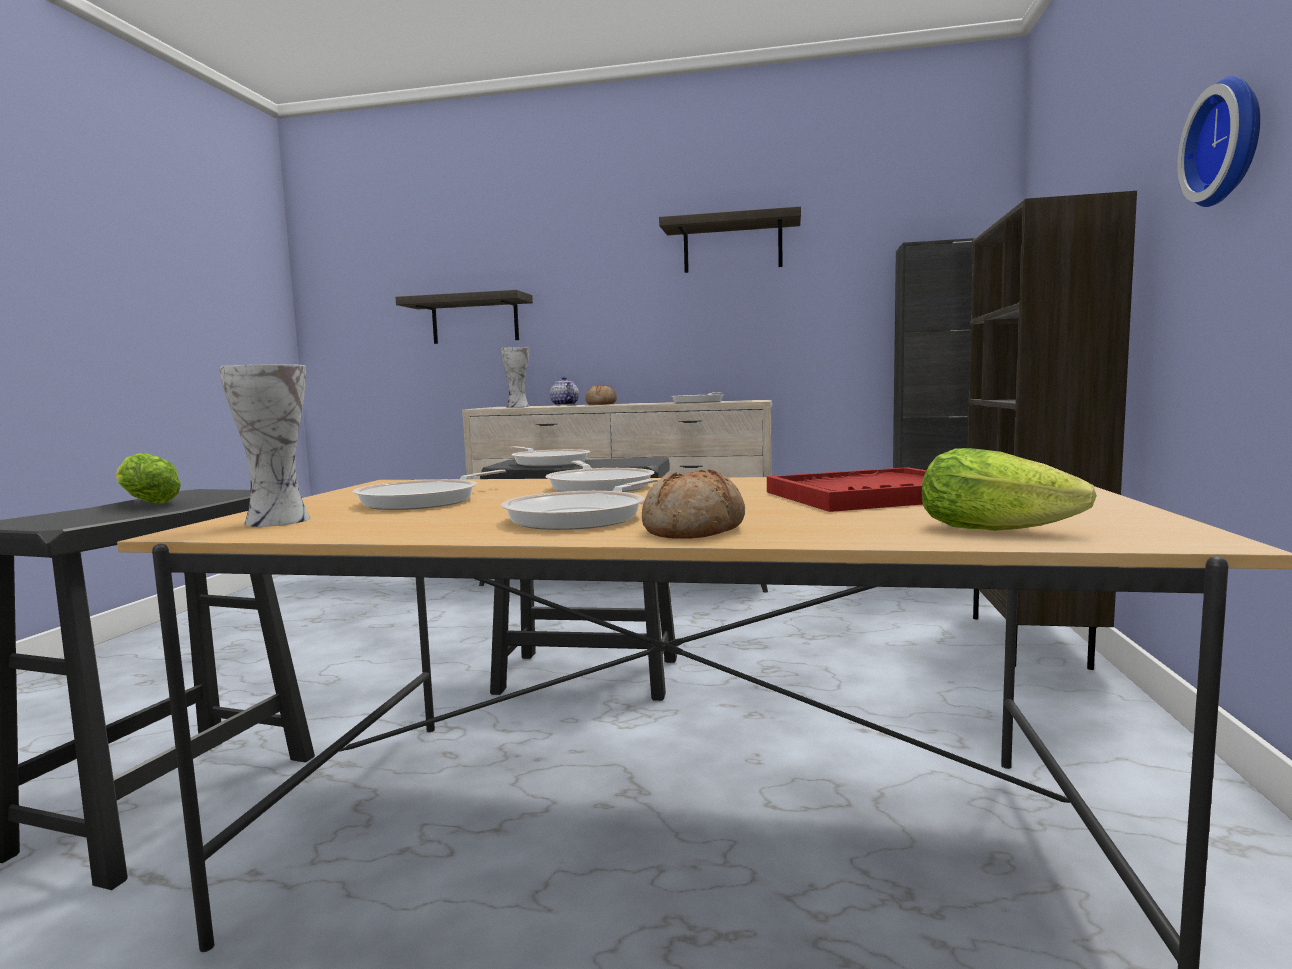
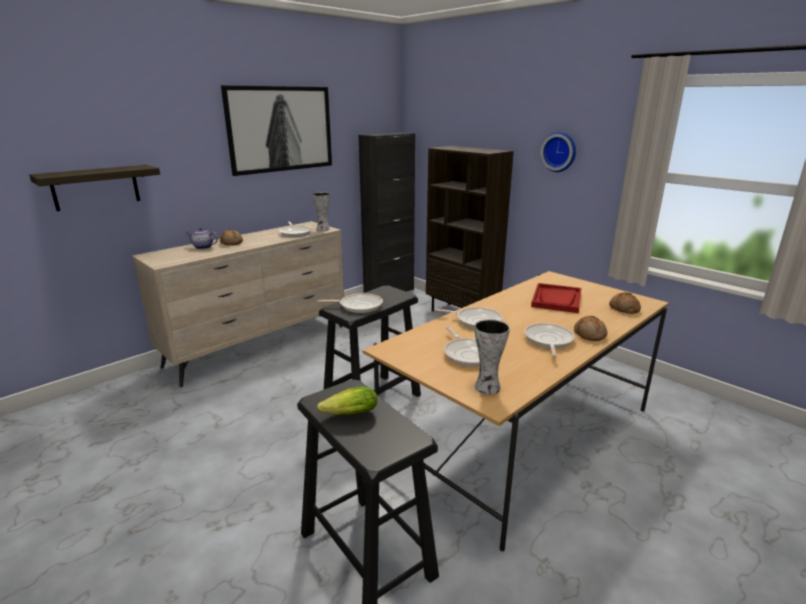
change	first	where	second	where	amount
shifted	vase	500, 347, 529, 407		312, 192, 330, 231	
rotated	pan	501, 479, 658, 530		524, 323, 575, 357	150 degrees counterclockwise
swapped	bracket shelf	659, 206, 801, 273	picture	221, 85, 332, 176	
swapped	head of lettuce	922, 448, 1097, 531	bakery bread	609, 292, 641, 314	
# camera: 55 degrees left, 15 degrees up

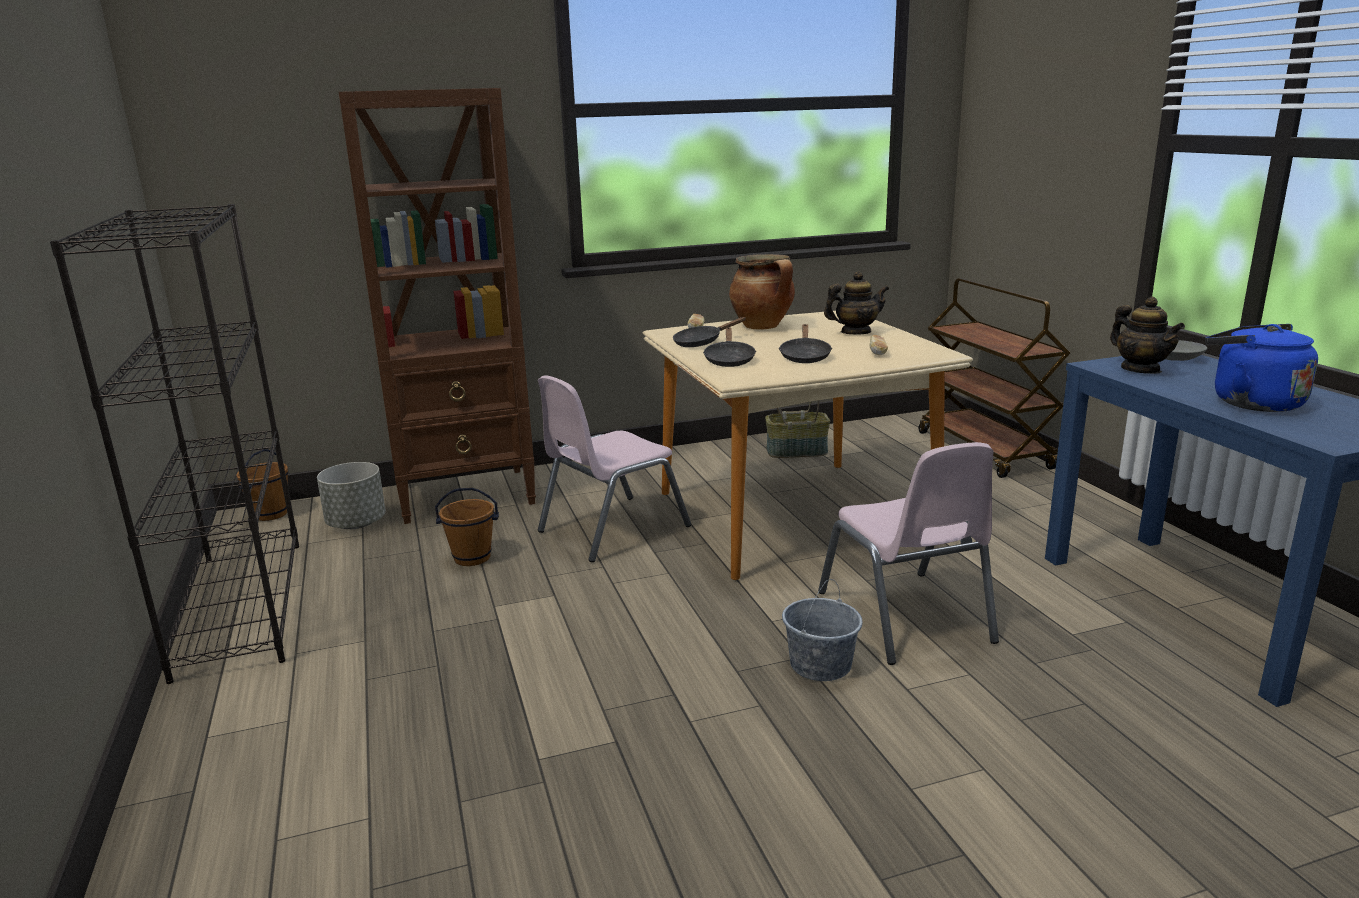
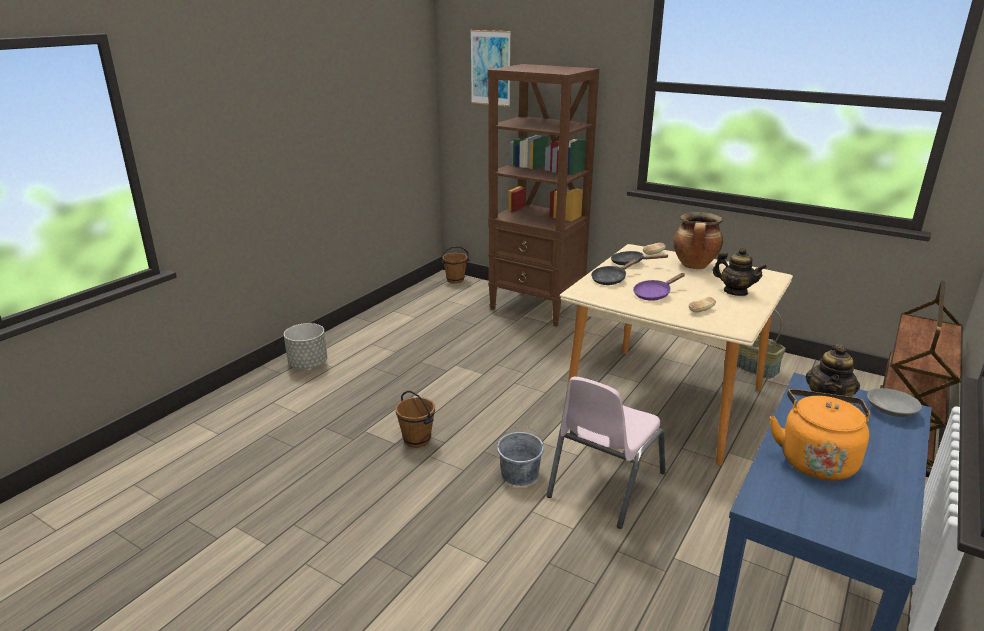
change	first	where	second	where	amount
gone	black-coloured bookcase	50, 204, 299, 684			
shifted	grey plant pot	317, 462, 386, 529		284, 323, 327, 369	
shifted	brown pail	435, 488, 499, 566		396, 391, 435, 448	
gone	pinkish upright chair	538, 375, 691, 562			
repainted	black-coloured pan	779, 324, 832, 363	purplish pan	633, 273, 685, 301	
repainted	bluish tea kettle	1205, 324, 1318, 412	orangey tea kettle	770, 389, 870, 481	
new			picture	470, 30, 511, 107	
# camera: 50 degrees right, 5 degrees up

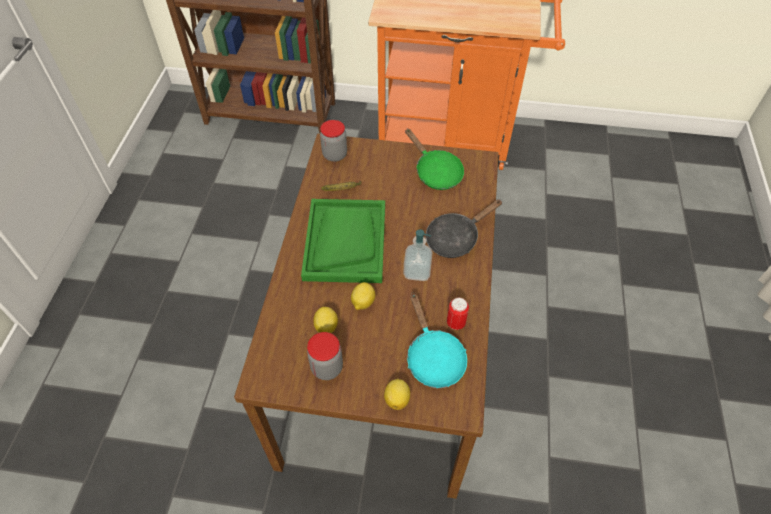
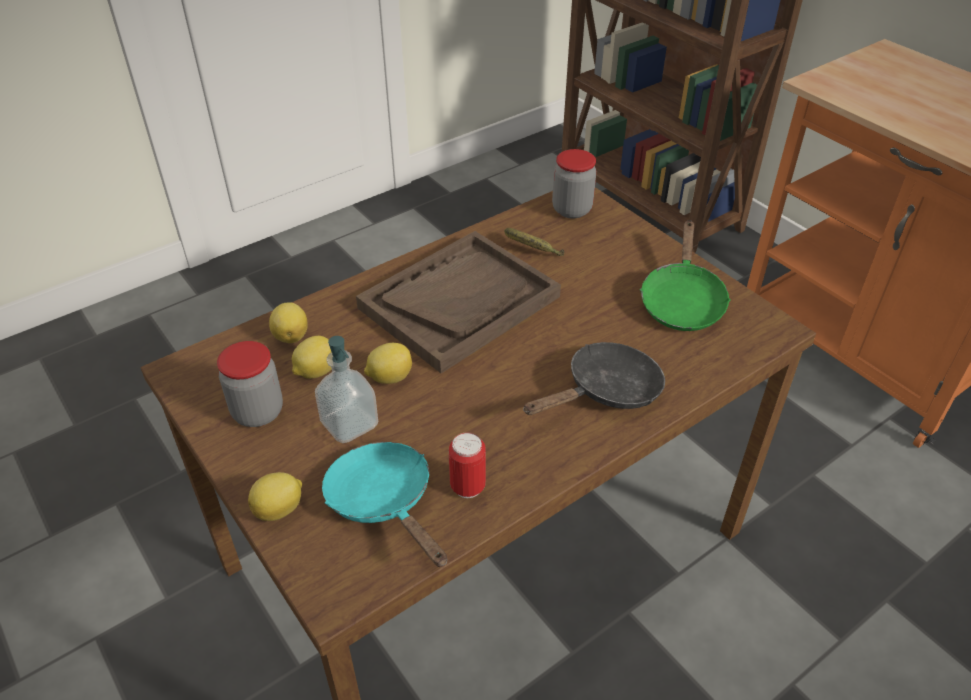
change	first	where	second	where	amount
repainted	greenish serving tray	301, 199, 385, 283	brown serving tray	356, 231, 561, 373	
shifted	soap dispenser	403, 229, 433, 281		315, 336, 378, 443	
rotated	turquoise pan	407, 292, 467, 388		322, 442, 447, 567	120 degrees clockwise
rotated	black-coloured pan	426, 199, 503, 258		523, 342, 665, 415	135 degrees clockwise
new			whole lemon	269, 302, 308, 343	
# camera: 45 degrees right, 10 degrees down

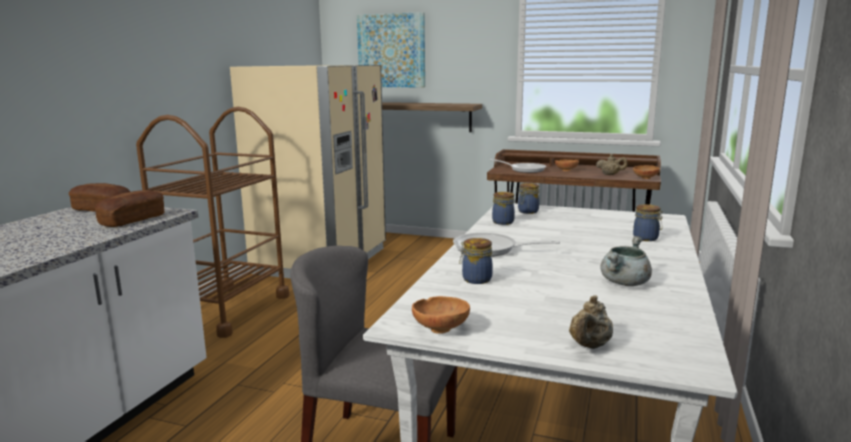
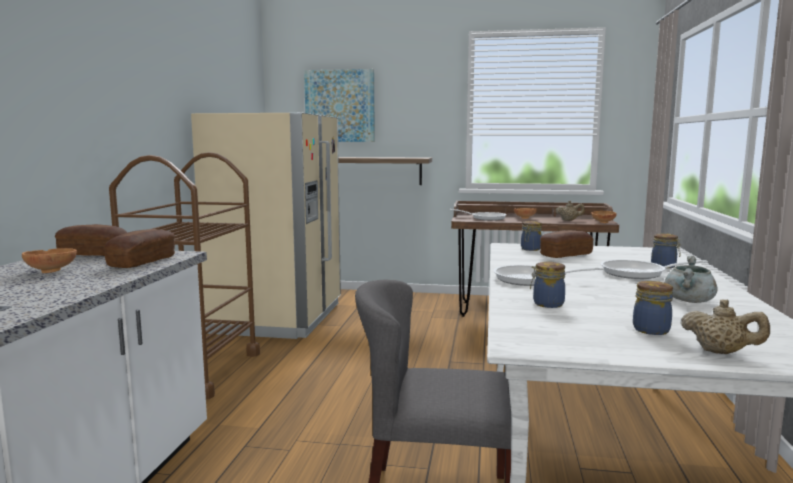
change	first	where	second	where	amount
shifted	brown bowl	412, 296, 470, 334		22, 248, 77, 273	
shifted	storage jar	492, 192, 515, 225		633, 281, 673, 335	
rotated	sand-coloured teapot	569, 295, 613, 349		681, 299, 770, 354	75 degrees counterclockwise
new			bakery bread	540, 230, 593, 258	
new			pan	601, 260, 708, 279	
# camera: 10 degrees left, 5 degrees down

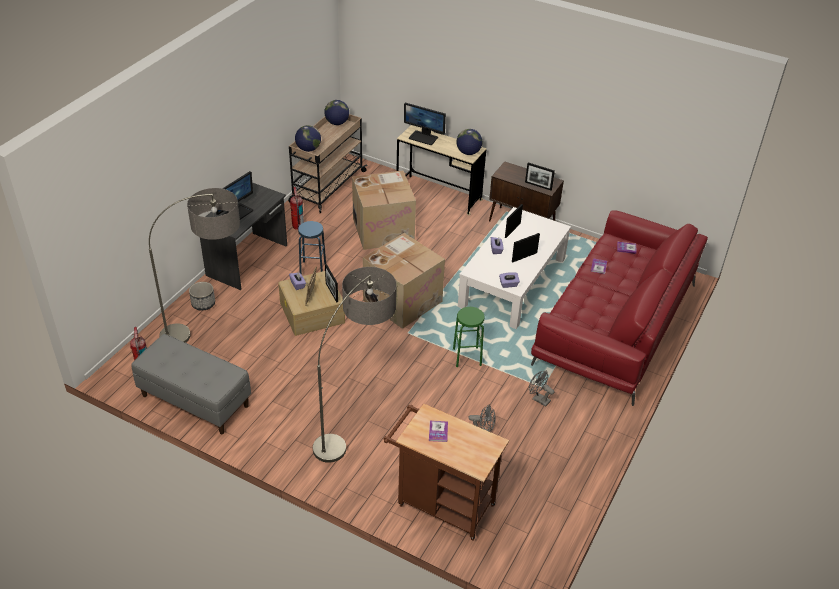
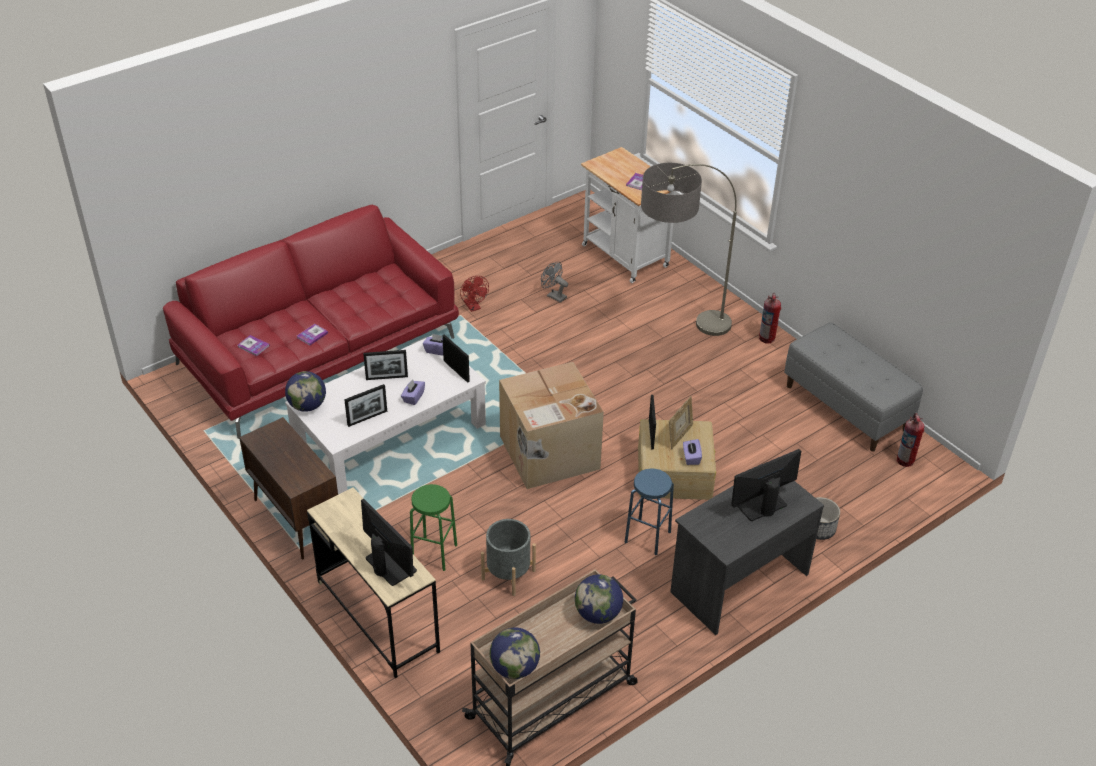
change	first	where	second	where	amount
gone	standing lamp	149, 188, 240, 343			
shifted	extinguisher	290, 187, 304, 230		759, 293, 781, 344	
swapped	packing box	352, 170, 416, 250	grey plant pot	481, 519, 536, 596	
repainted	brown wheeled cart	384, 404, 509, 541	whitish wheeled cart	581, 147, 682, 283	
shifted	greenish stool seat	453, 307, 485, 367		410, 484, 457, 571	
shifted	globe	456, 129, 482, 155		285, 371, 326, 412	
shifted	picture frame	525, 162, 555, 190		442, 334, 470, 383	
repainted	grey fan	529, 371, 554, 407	red fan	460, 276, 489, 312	
# camera: 155 degrees left, 0 degrees up

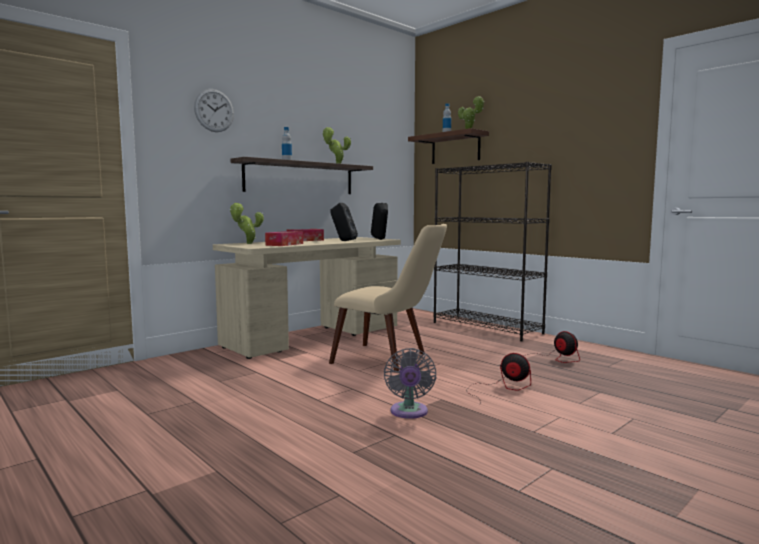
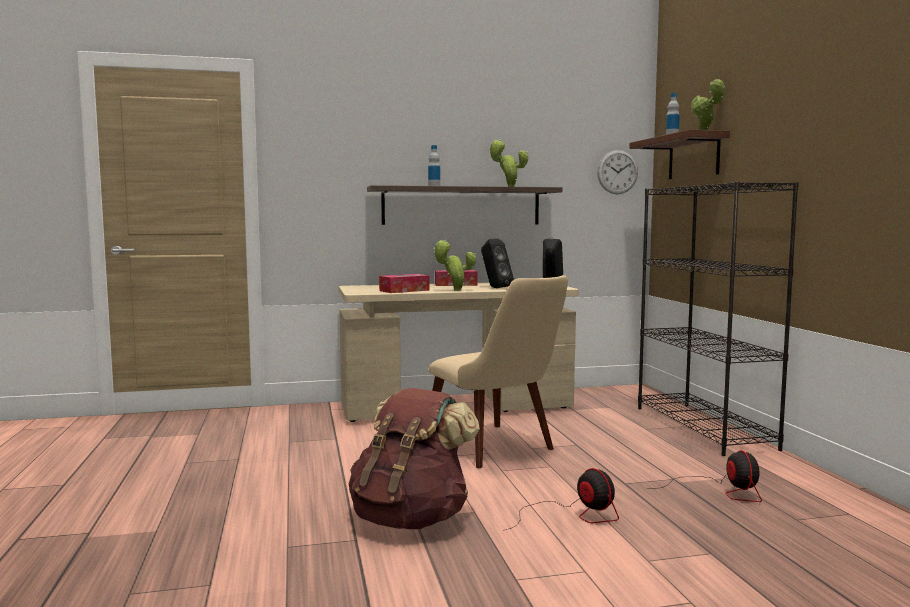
change	first	where	second	where	amount
shifted	clock on the wall	194, 89, 234, 132		597, 150, 638, 194	
shifted	potted plant	230, 202, 264, 244		433, 240, 476, 291	
swapped	grey fan	384, 348, 436, 419	brown backpack	349, 388, 480, 529	
# camera: 30 degrees right, 0 degrees up

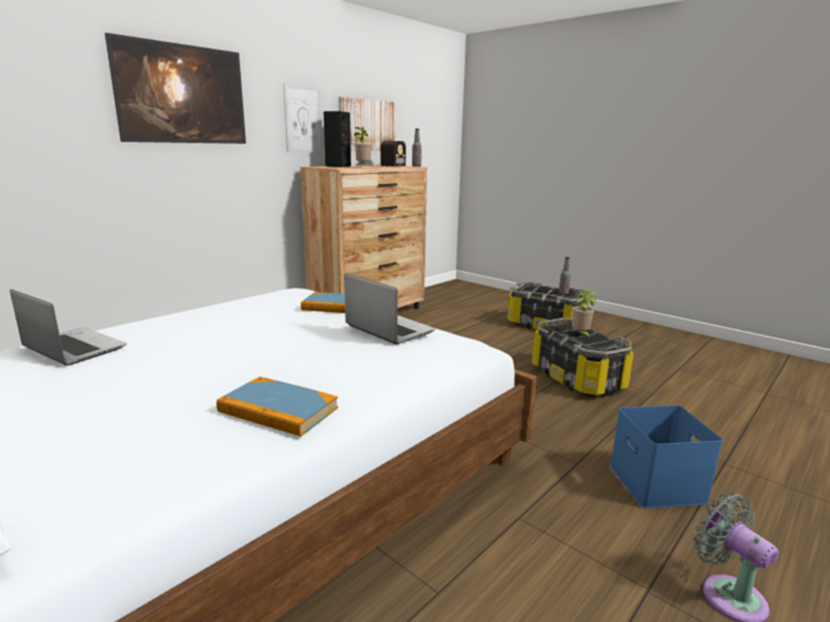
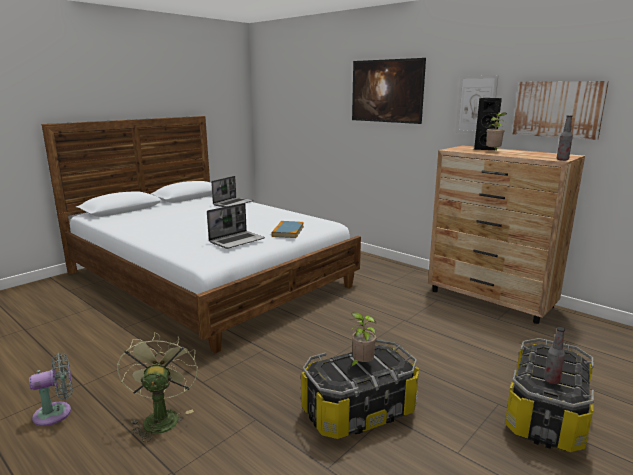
change	first	where	second	where	amount
gone	volume	216, 377, 338, 437			
gone	radio set	367, 141, 406, 167			
swapped	bluish storage box	610, 405, 723, 508	greenish fan	117, 332, 198, 442	
# camera: 90 degrees right, 0 degrees up

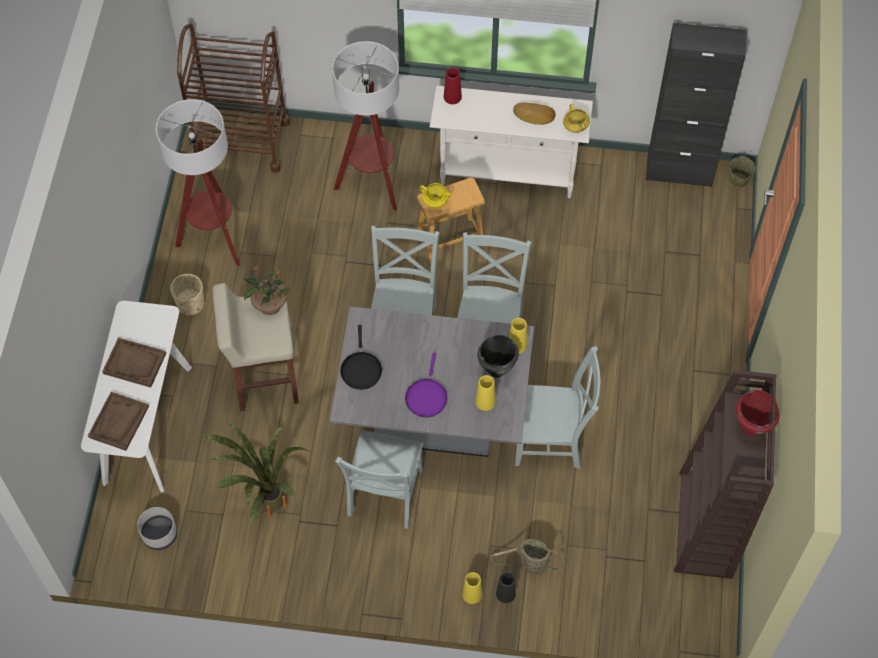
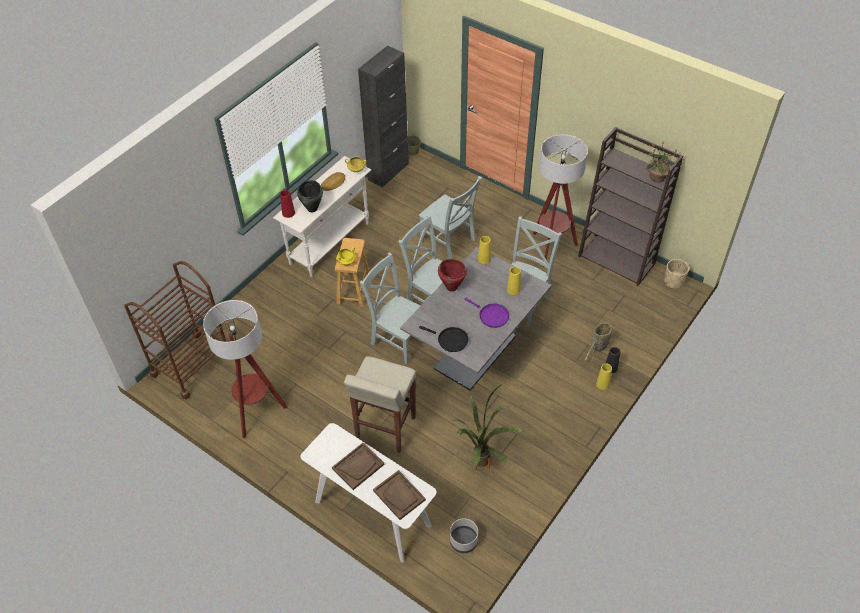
change	first	where	second	where	amount
shifted	sand-coloured plant pot	170, 274, 205, 316		664, 259, 689, 289	
shifted	potted plant	242, 261, 290, 315		645, 141, 678, 183	
shifted	standing lamp	332, 41, 399, 211		533, 134, 588, 267	
shifted	grey upright chair	335, 430, 423, 529		419, 176, 482, 259	
shifted	black-coloured stockpot	477, 335, 519, 377		297, 180, 323, 212	
shifted	red stockpot	736, 390, 780, 436		438, 259, 467, 291	
# camera: 60 degrees left, 10 degrees down

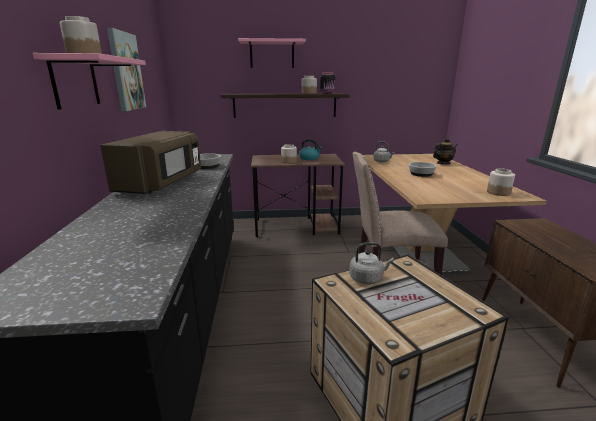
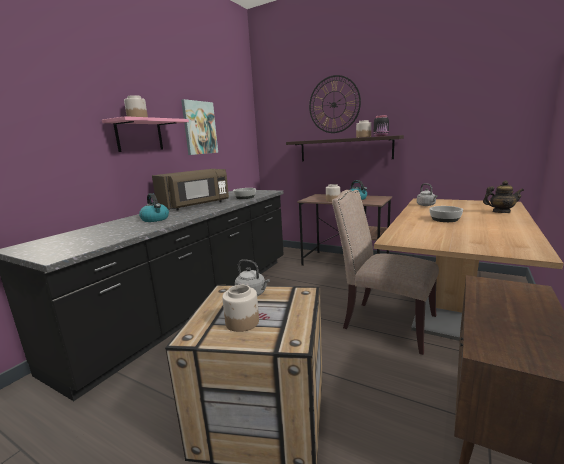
change	first	where	second	where	amount
swapped	pinkish bracket shelf	238, 38, 306, 68	clock on the wall	309, 75, 361, 133	
shifted	storage jar	487, 168, 515, 196		222, 285, 259, 332	
new			tea kettle	139, 193, 169, 222	
# camera: 35 degrees right, 5 degrees down

